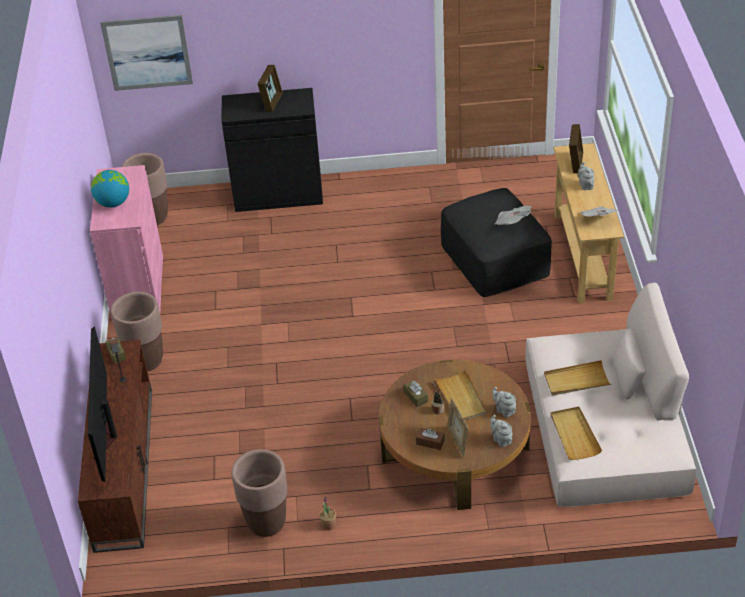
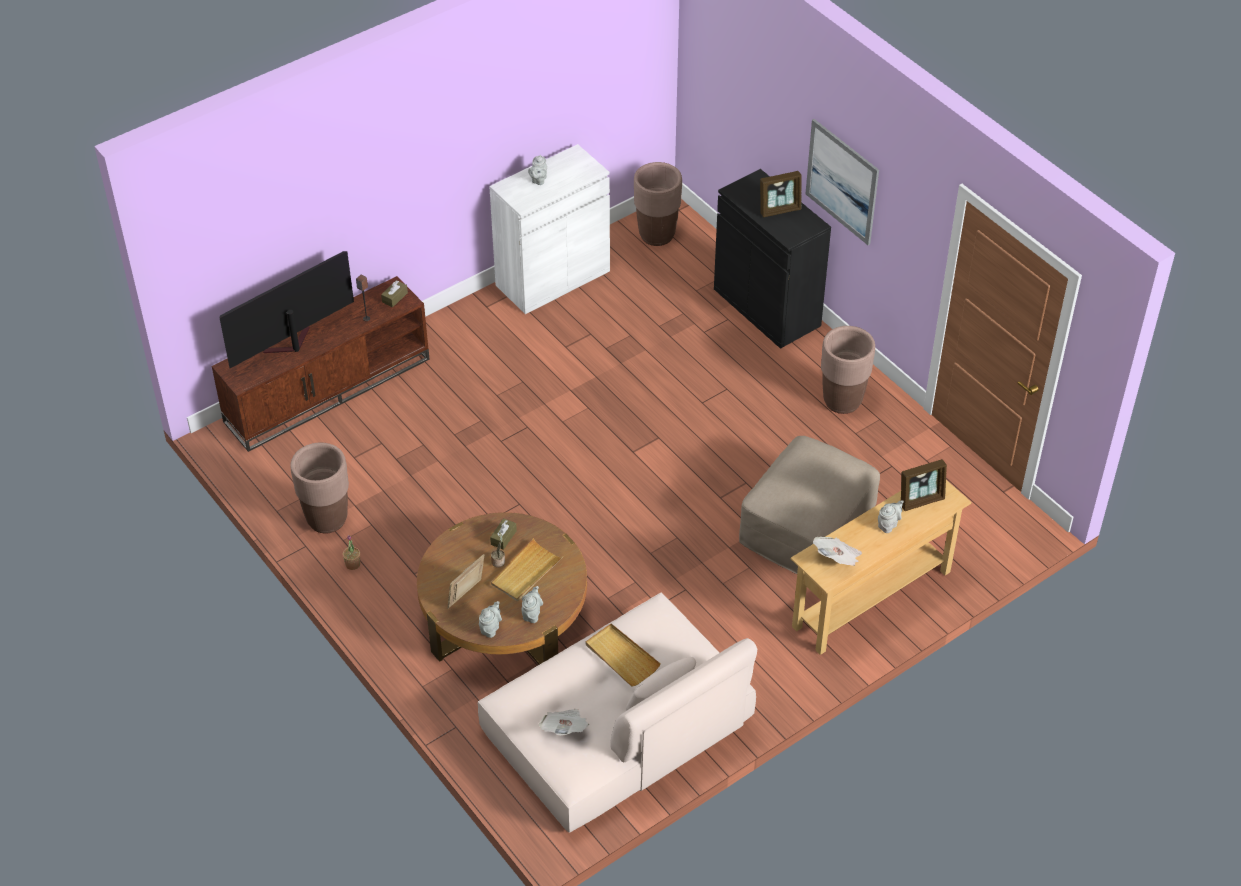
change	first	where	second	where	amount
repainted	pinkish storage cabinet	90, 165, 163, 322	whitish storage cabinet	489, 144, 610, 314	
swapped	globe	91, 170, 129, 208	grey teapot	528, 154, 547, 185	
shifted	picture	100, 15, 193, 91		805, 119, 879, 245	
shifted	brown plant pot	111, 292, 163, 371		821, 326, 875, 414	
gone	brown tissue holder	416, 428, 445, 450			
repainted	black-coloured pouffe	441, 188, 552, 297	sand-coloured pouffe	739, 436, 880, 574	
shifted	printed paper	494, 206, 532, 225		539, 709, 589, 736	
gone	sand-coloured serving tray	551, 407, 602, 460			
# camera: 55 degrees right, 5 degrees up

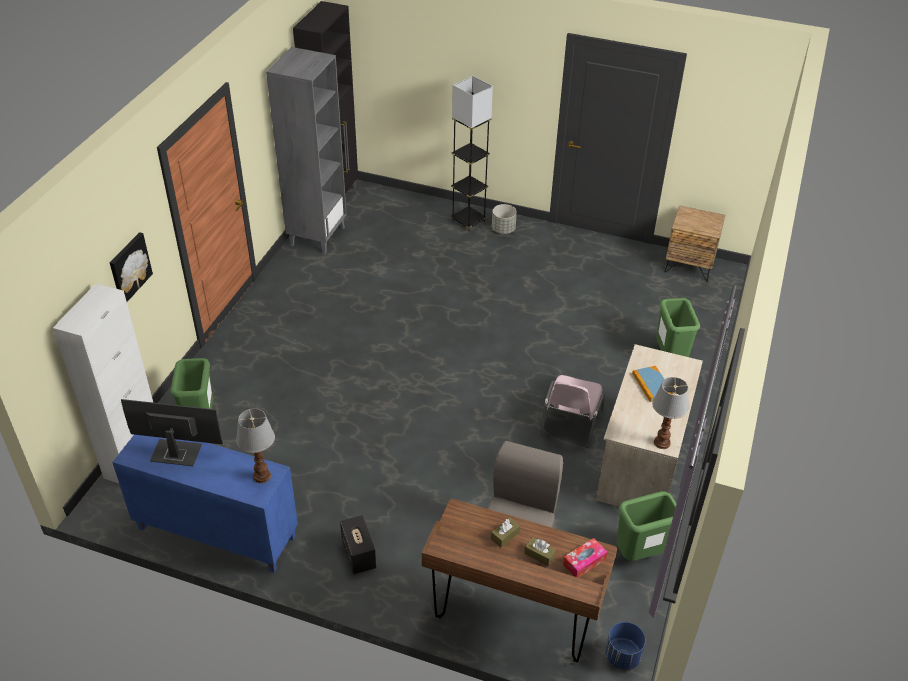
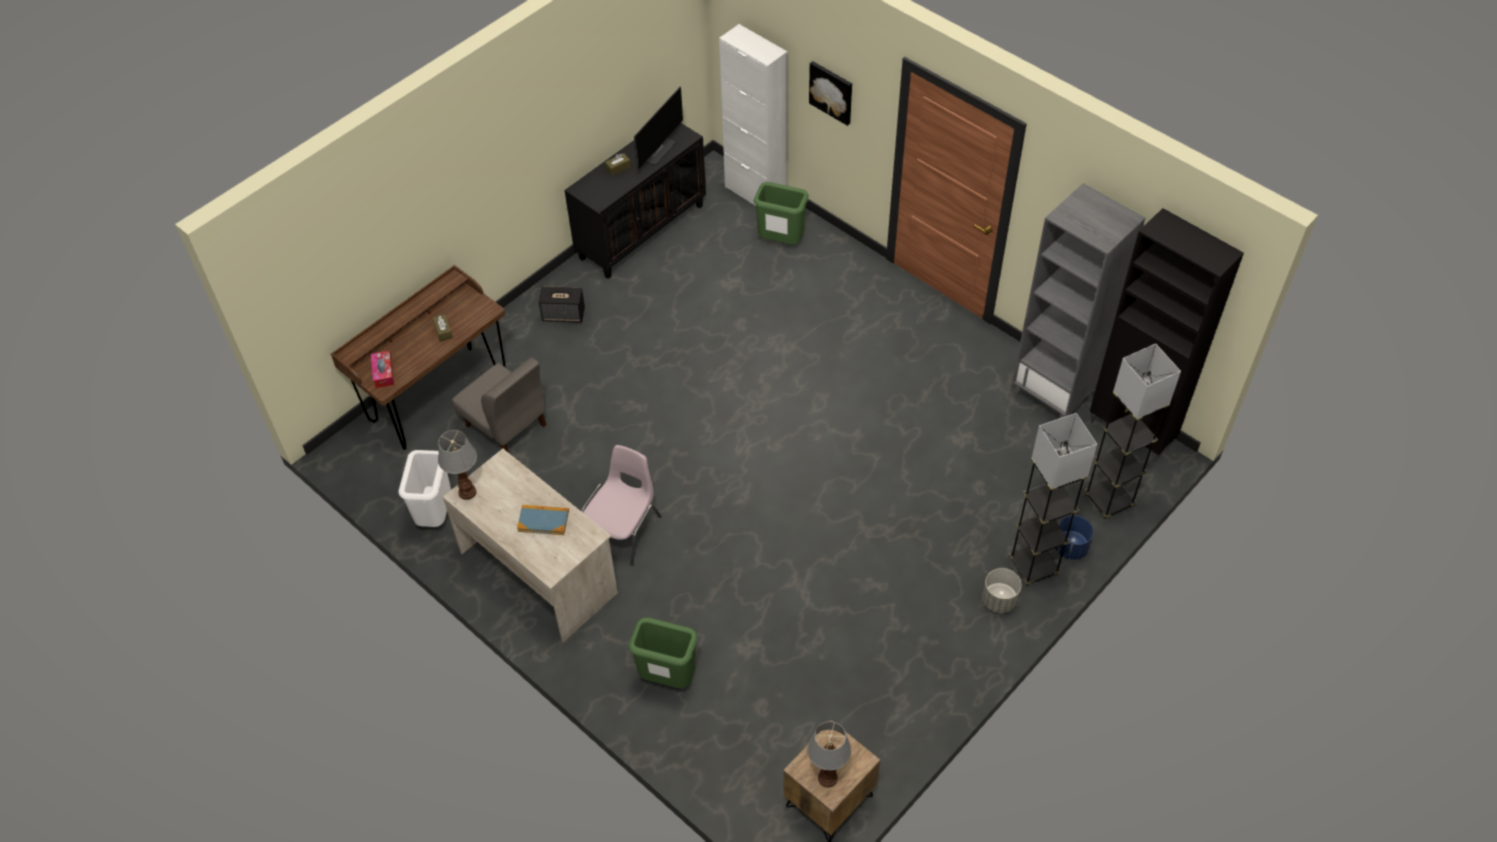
change	first	where	second	where	amount
repainted	bluish storage cabinet	112, 435, 298, 573	black-coloured storage cabinet	564, 123, 706, 279	
shifted	lamp for a table	236, 409, 275, 483		807, 721, 851, 788	
shifted	brown tissue holder	524, 537, 556, 566		605, 153, 631, 175	
rotated	pinkish upright chair	540, 375, 605, 448		581, 445, 662, 566	75 degrees clockwise
shifted	bluish plant pot	605, 622, 646, 670		1055, 516, 1094, 560	
repainted	greenish trash can	617, 491, 683, 561	whitish trash can	399, 450, 451, 527	
new			grey standing lamp	1084, 344, 1181, 519	
# camera: 115 degrees right, 10 degrees up

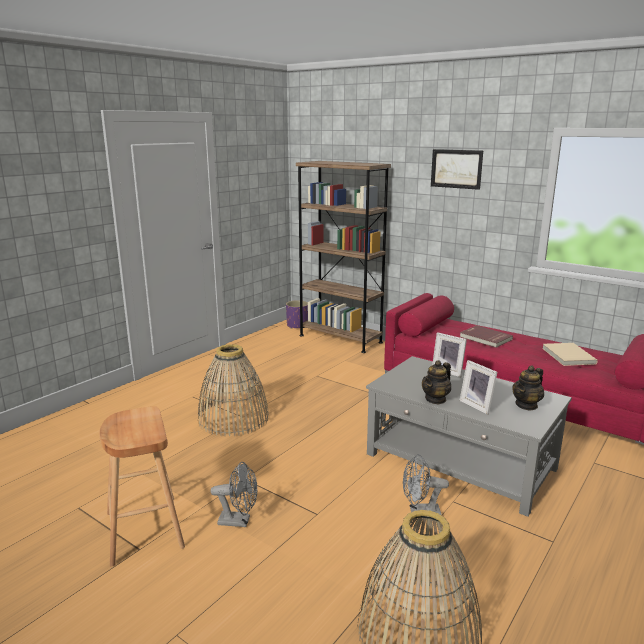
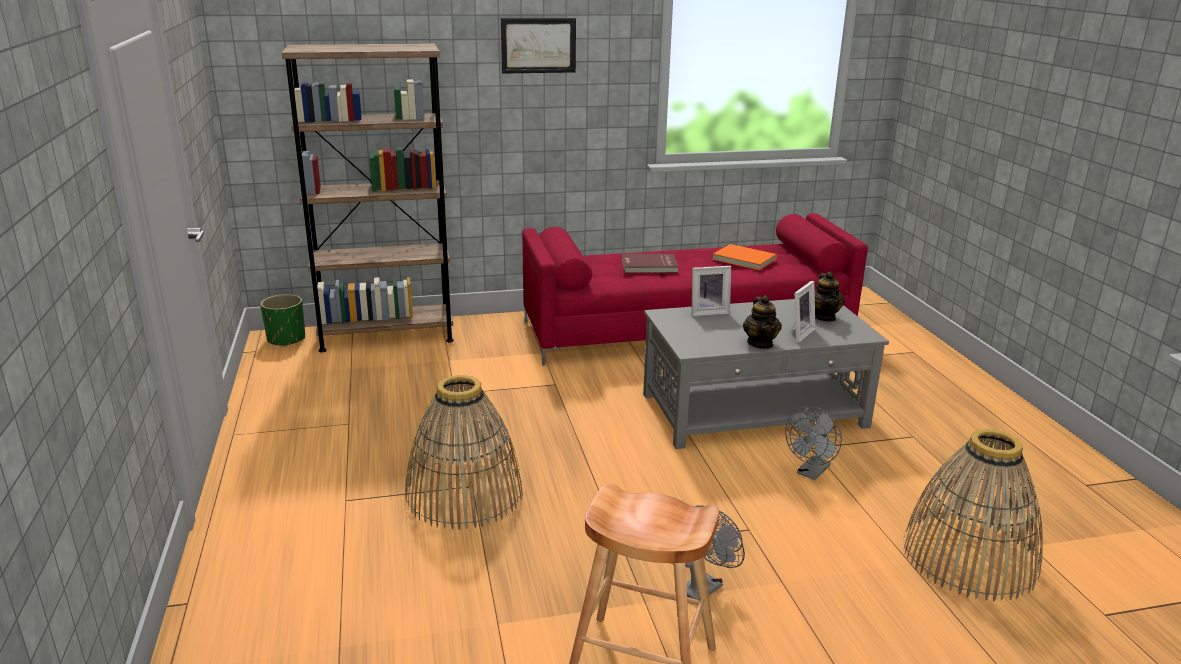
change	first	where	second	where	amount
repainted	purplish plant pot	286, 300, 308, 329	greenish plant pot	260, 294, 305, 347	
rotated	picture frame	459, 360, 497, 414		791, 281, 815, 343	60 degrees counterclockwise
repainted	sand-coloured volume	542, 343, 598, 366	orangey volume	712, 244, 777, 270	
# camera: 50 degrees left, 5 degrees up

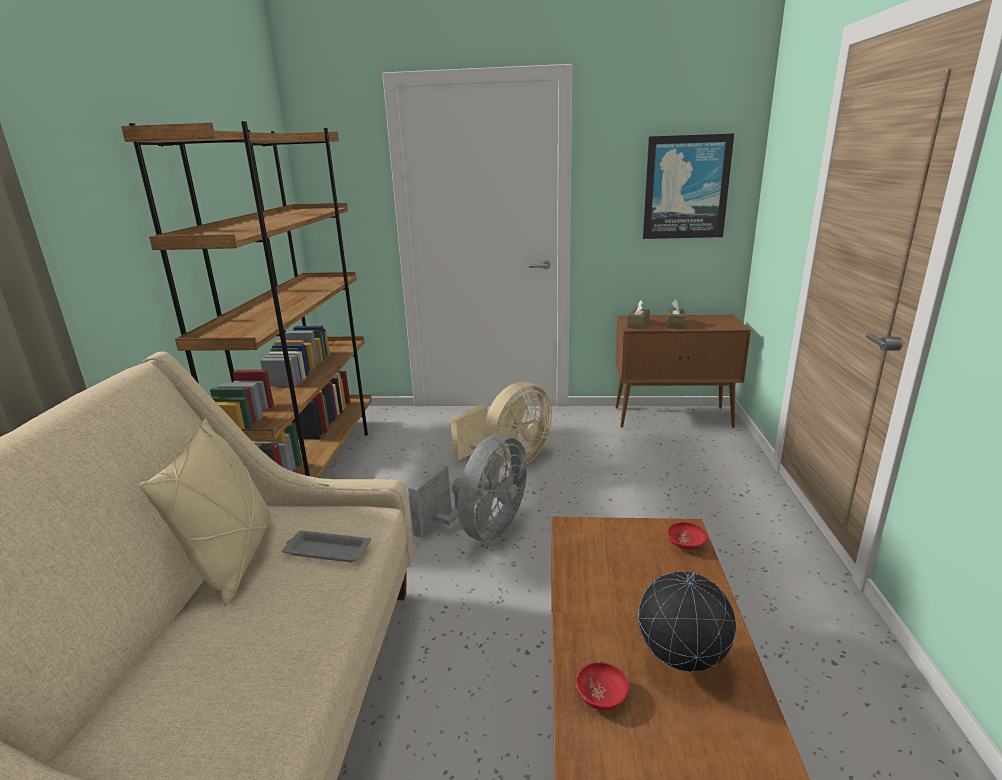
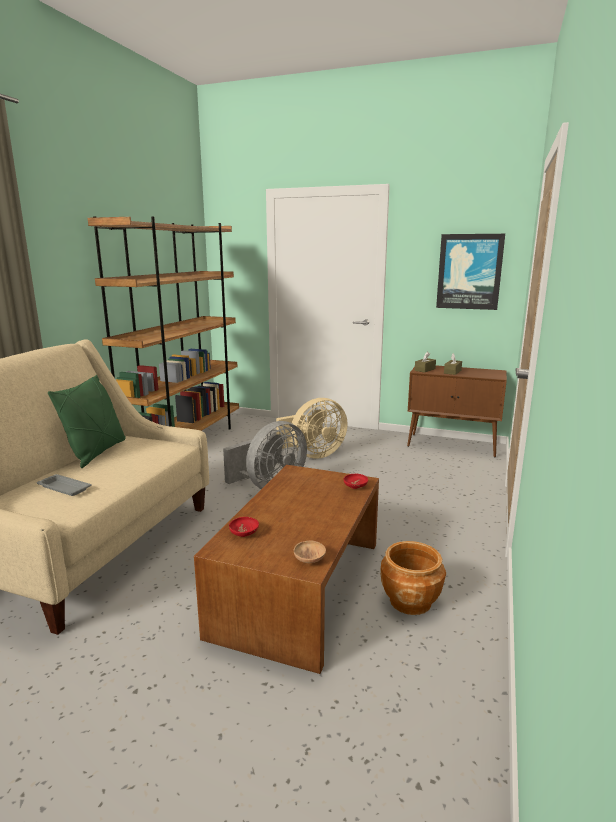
change	first	where	second	where	amount
repainted	sand-coloured throw pillow	139, 419, 272, 606	greenish throw pillow	48, 375, 126, 468	
shifted	grey serving tray	282, 531, 371, 562		37, 474, 92, 496	
gone	globe	638, 571, 736, 673			
new			brown bowl	294, 541, 326, 563	
new			brown plant pot	380, 541, 446, 615	
# camera: 15 degrees right, 5 degrees down

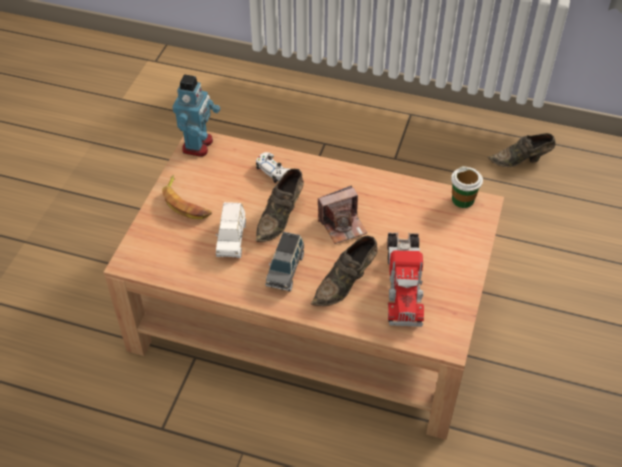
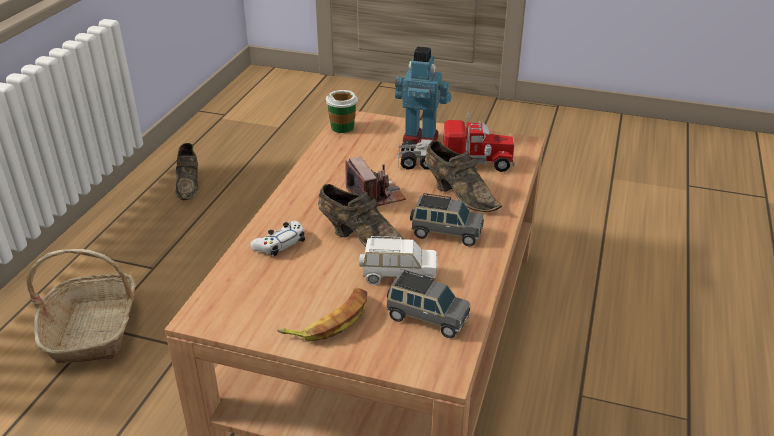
change	first	where	second	where	amount
shifted	toy robot	172, 74, 221, 157		395, 46, 451, 144	
new			basket	26, 249, 136, 364	
new			grey toy car	387, 270, 470, 338	
# camera: 90 degrees left, 15 degrees down

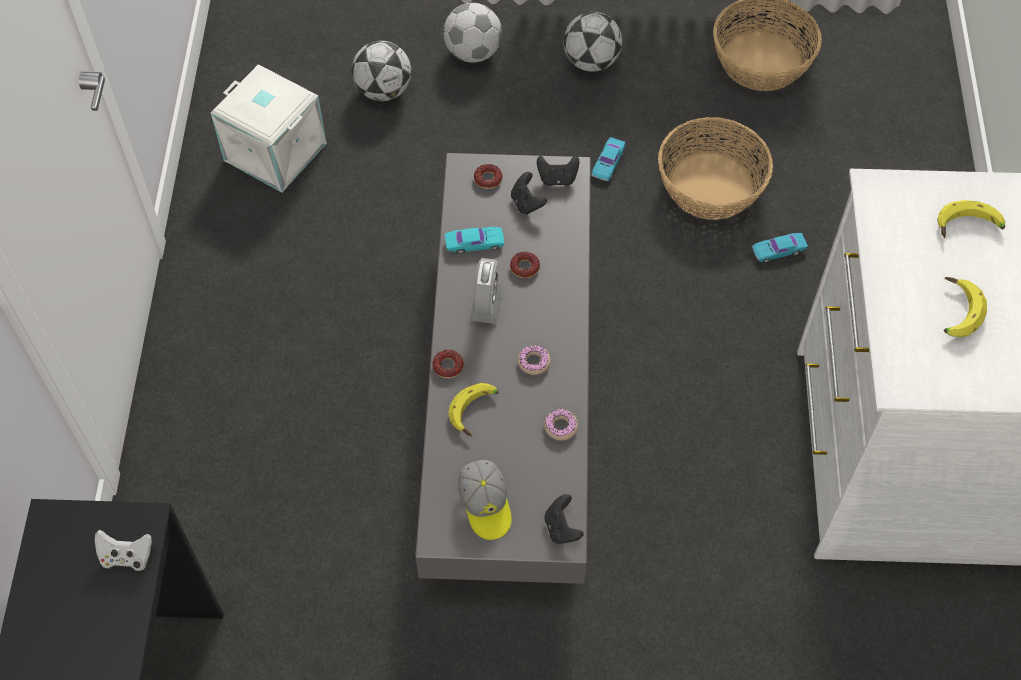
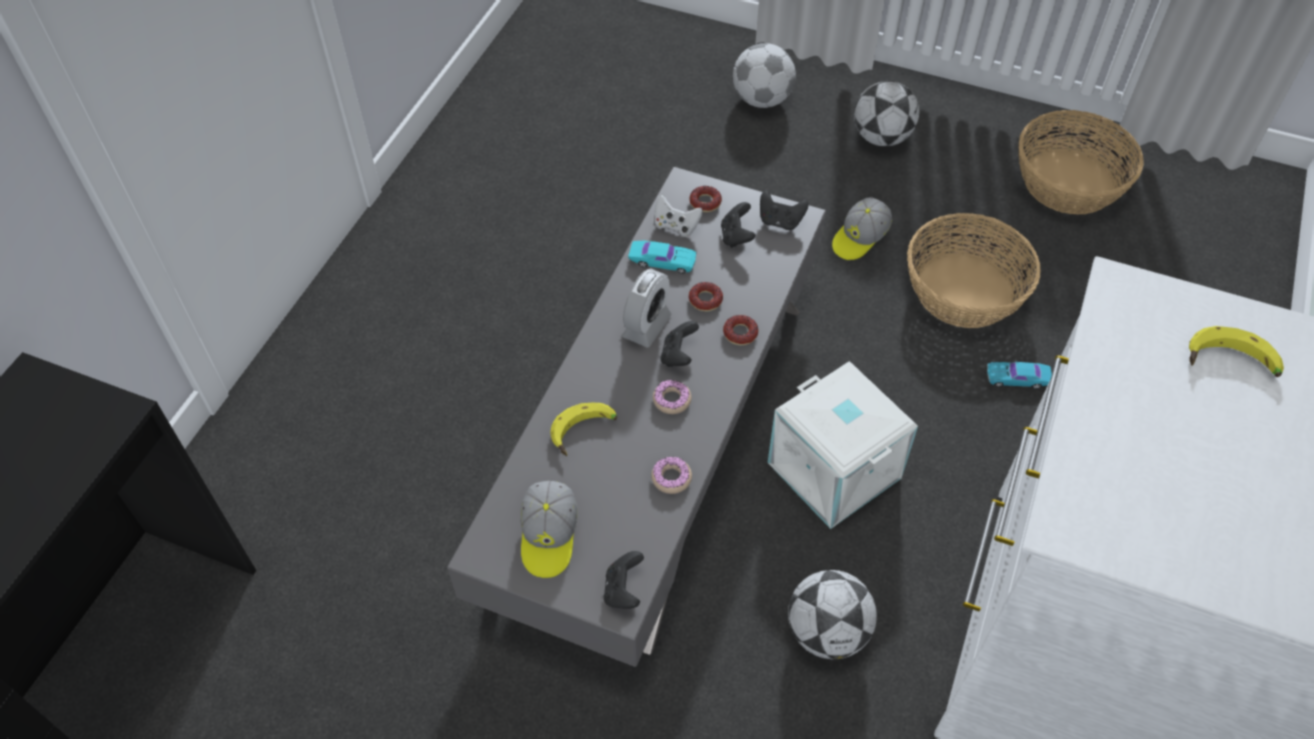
change	first	where	second	where	amount
shifted	whitish game controller	95, 530, 152, 571		654, 195, 703, 237	
shifted	whitish storage box	211, 64, 327, 193		768, 361, 918, 529	
shifted	football ball	352, 41, 411, 101		788, 570, 877, 659	
shifted	ring doughnut	432, 350, 464, 378		723, 315, 759, 345	
swapped	turquoise toy car	591, 137, 625, 181	cap	832, 197, 892, 260	
gone	banana	944, 277, 987, 337			
new			black-coloured game controller	661, 321, 699, 367	
# camera: 20 degrees right, 5 degrees down

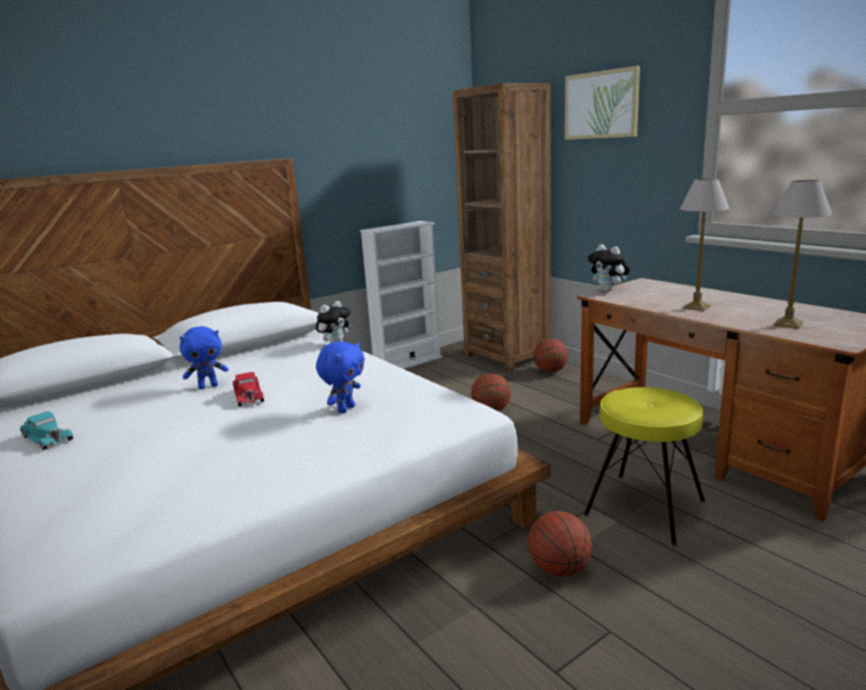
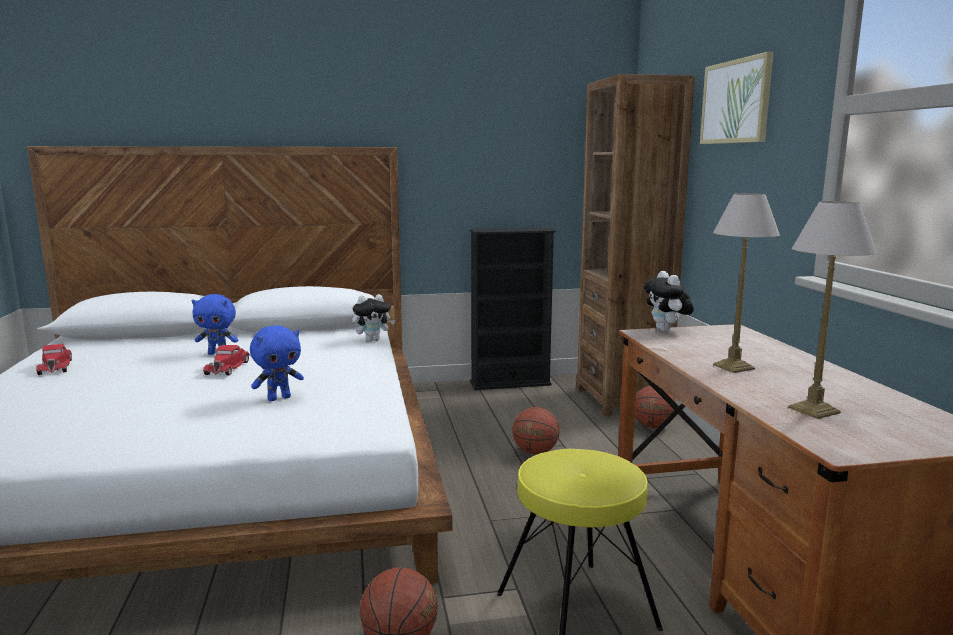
change	first	where	second	where	amount
repainted	turquoise toy car	20, 411, 73, 450	red toy car	36, 344, 72, 375	
repainted	whitish bookcase	360, 221, 442, 369	black-coloured bookcase	470, 228, 556, 390	
# camera: 25 degrees right, 5 degrees down

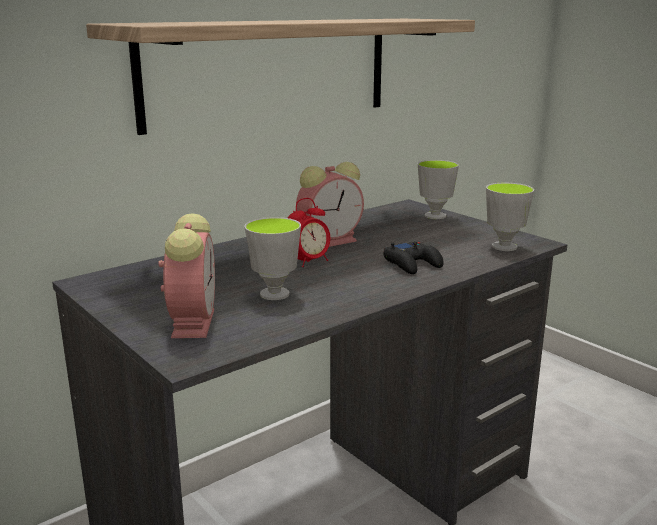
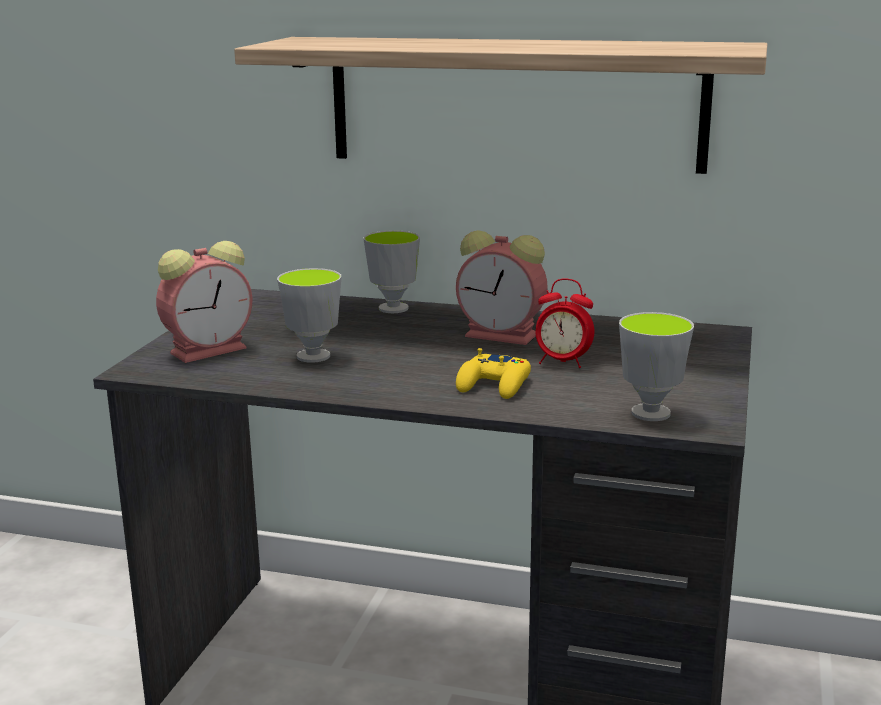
change	first	where	second	where	amount
shifted	table clock	288, 198, 330, 267		536, 278, 594, 368	
repainted	black-coloured game controller	383, 242, 444, 274	yellow-coloured game controller	456, 348, 531, 399	
shifted	small cup	418, 160, 459, 219		363, 230, 420, 313	
# camera: 55 degrees right, 0 degrees up

